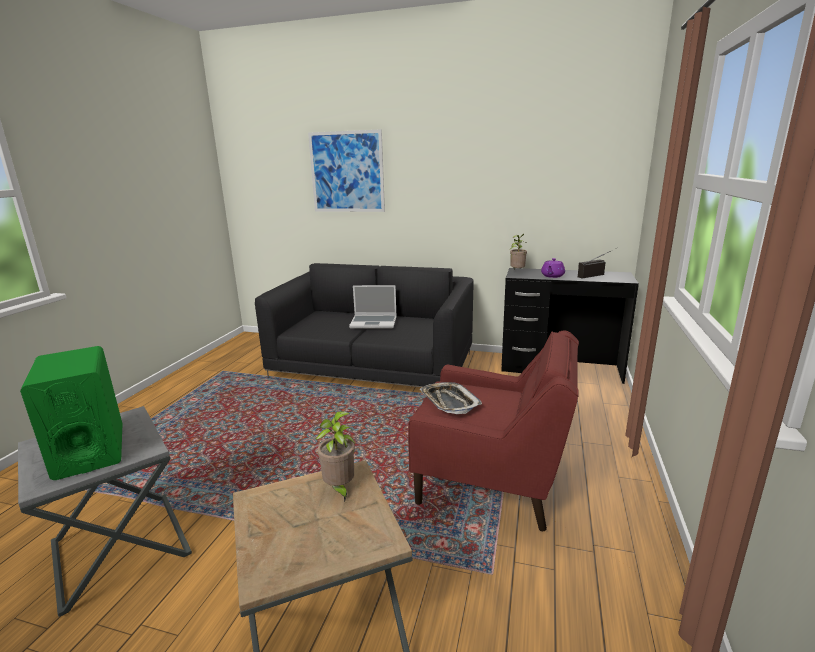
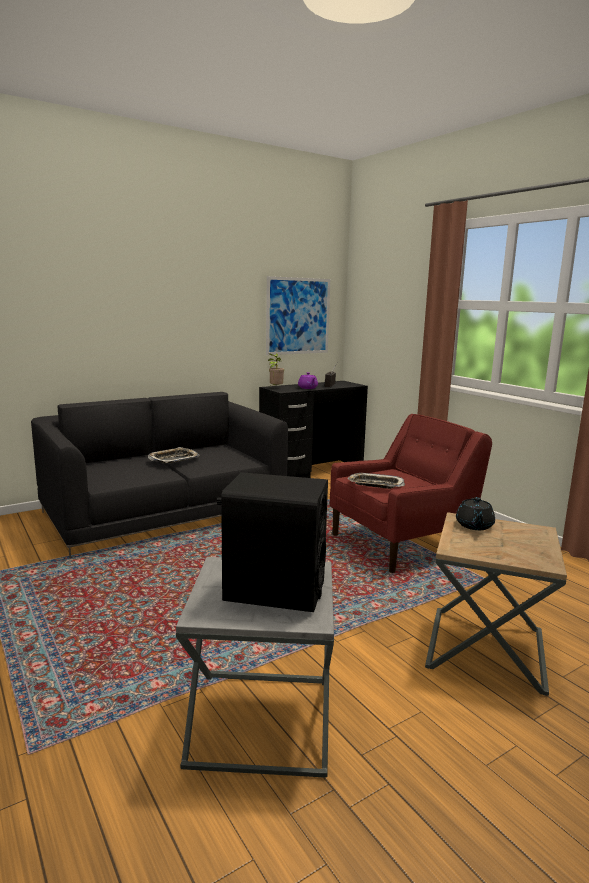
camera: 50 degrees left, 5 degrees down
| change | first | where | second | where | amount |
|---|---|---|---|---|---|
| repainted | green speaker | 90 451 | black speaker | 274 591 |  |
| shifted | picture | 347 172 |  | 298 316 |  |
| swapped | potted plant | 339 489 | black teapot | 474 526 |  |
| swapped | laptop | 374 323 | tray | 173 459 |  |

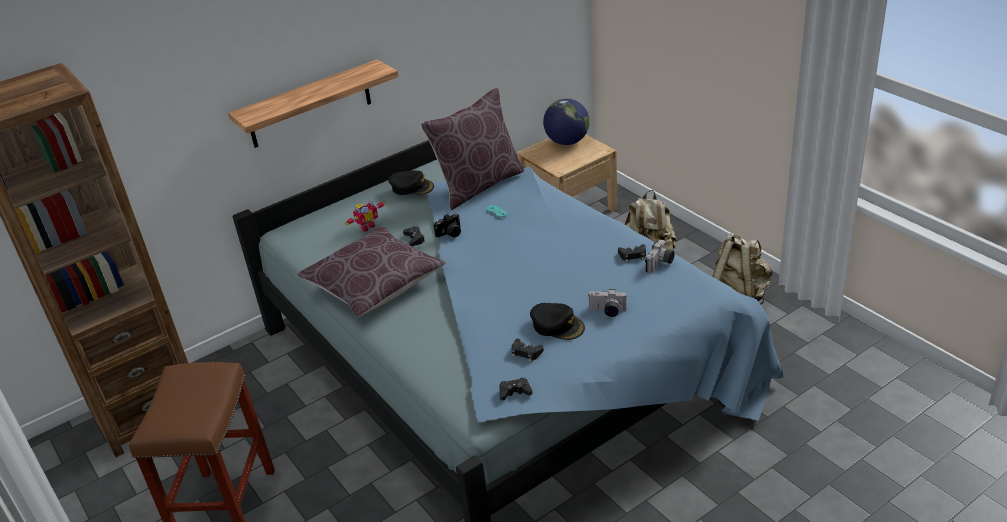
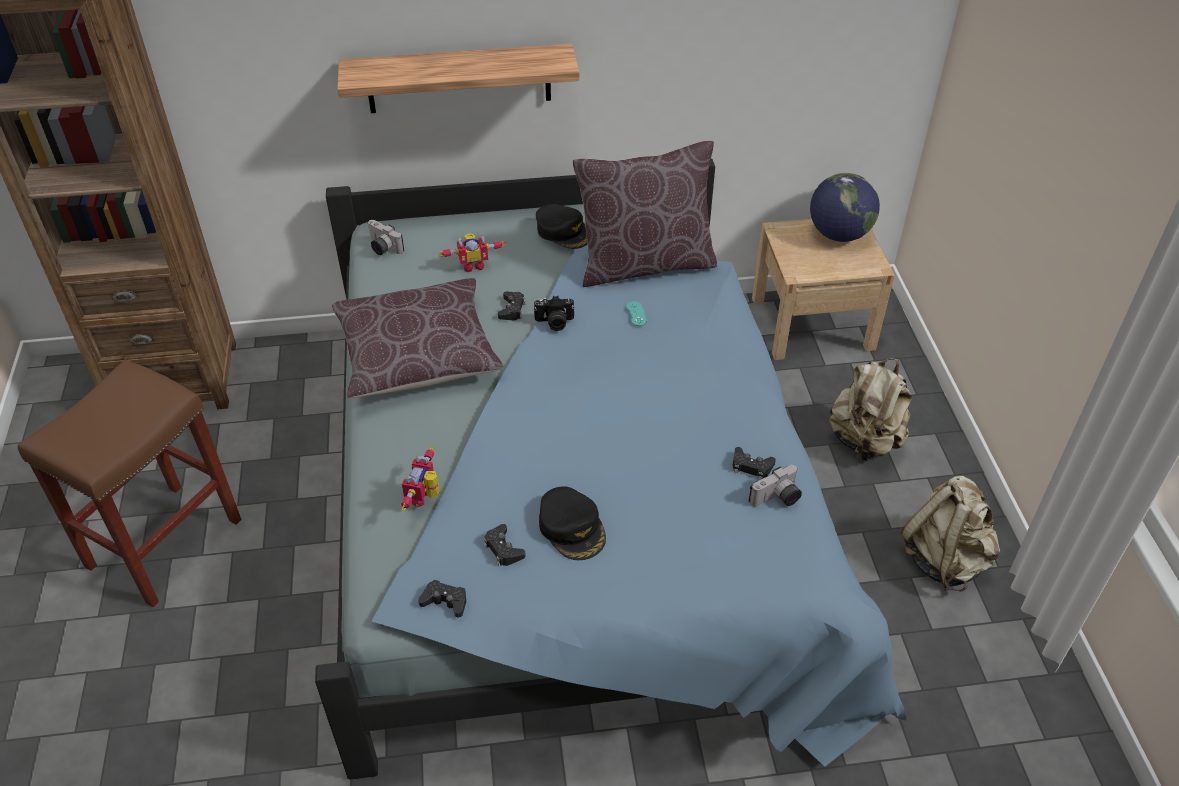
camera: 25 degrees right, 10 degrees up
| change | first | where | second | where | amount |
|---|---|---|---|---|---|
| shifted | photo camera | 607 311 |  | 382 248 |  |
| new |  |  | toy robot | 425 498 |  |

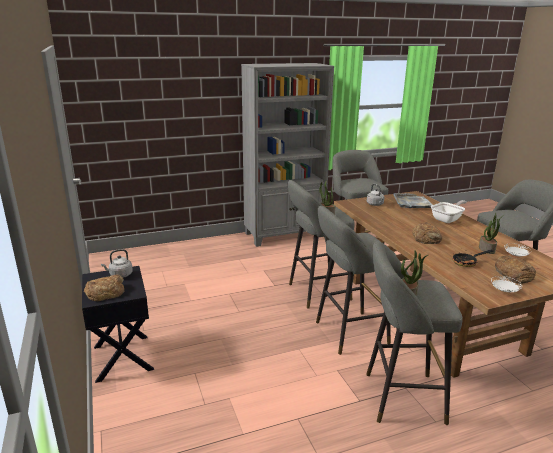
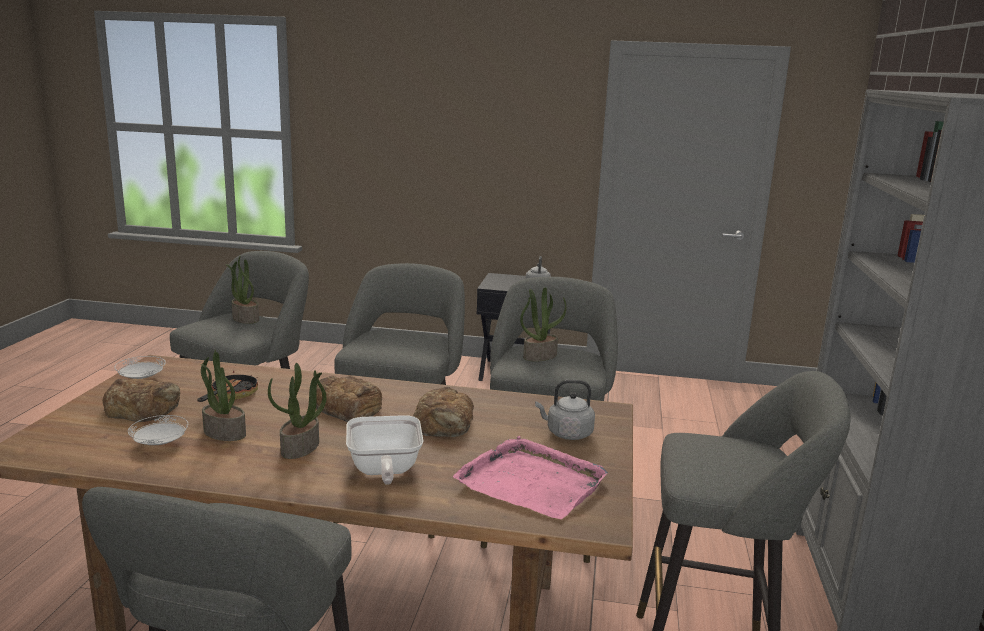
camera: 120 degrees right, 5 degrees down
| change | first | where | second | where | amount |
|---|---|---|---|---|---|
| shifted | bread | 105 292 |  | 444 422 |  |
| repainted | grey tray | 412 203 | pink tray | 532 482 |  |
| new |  |  | potted plant | 300 448 |  |

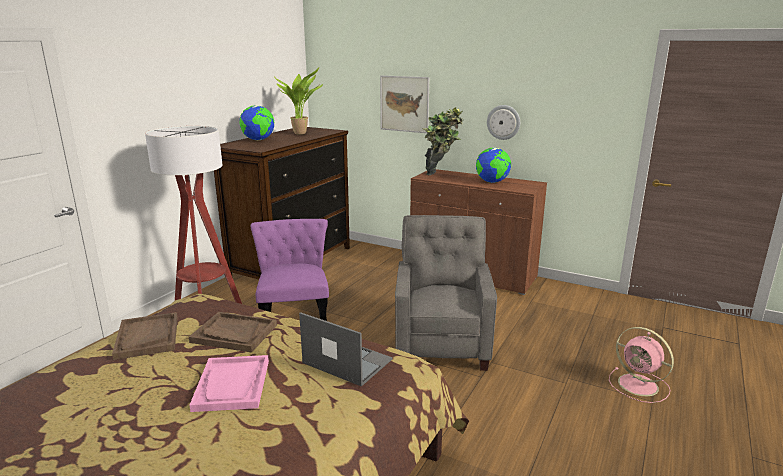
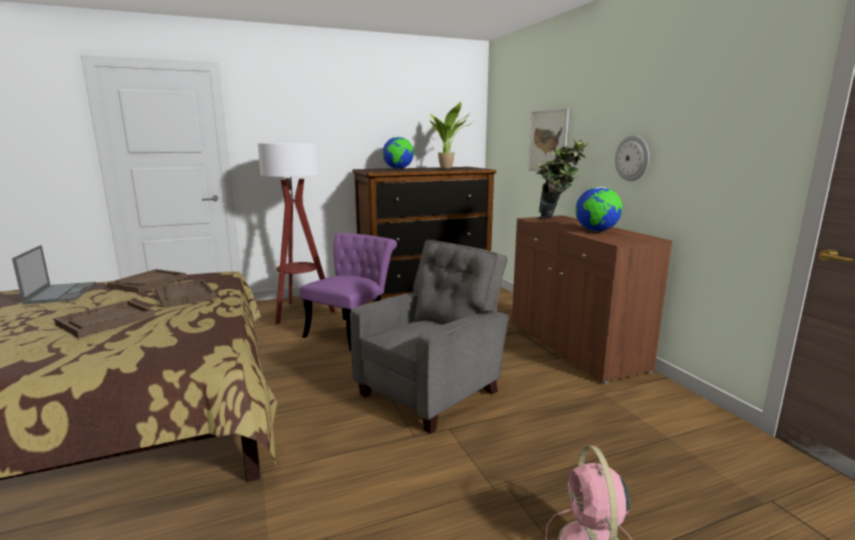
camera: 40 degrees right, 5 degrees down
| change | first | where | second | where | amount |
|---|---|---|---|---|---|
| repainted | pink tray | 232 385 | brown tray | 106 320 |  |
| shifted | laptop | 346 361 |  | 61 293 |  |

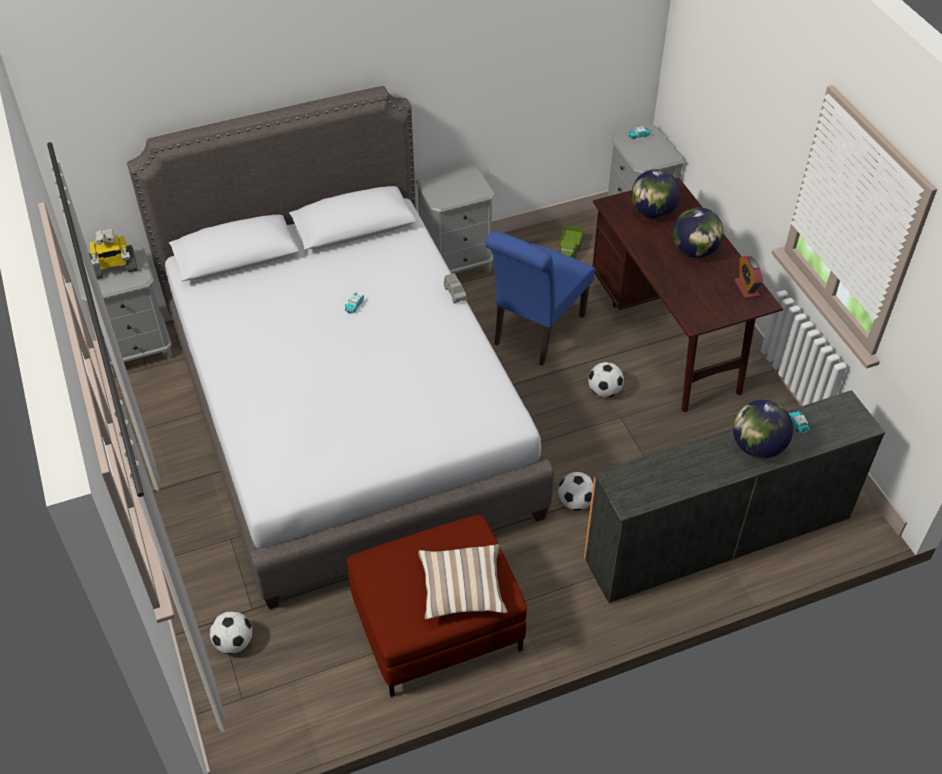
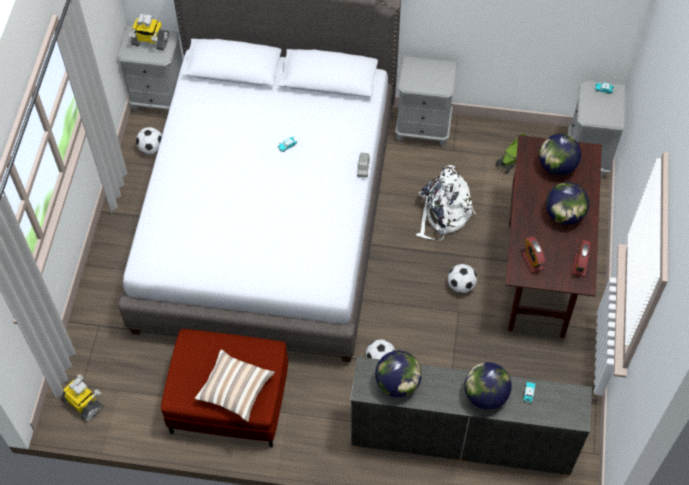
camera: 30 degrees right, 10 degrees up
| change | first | where | second | where | amount |
|---|---|---|---|---|---|
| shifted | football | 234 642 |  | 151 148 |  |
| swapped | blue chair | 535 333 | white backpack | 443 214 |  |
| new |  |  | toy robot | 83 404 |  |
| new |  |  | globe | 397 383 |  |
| new |  |  | alarm clock | 532 261 |  |

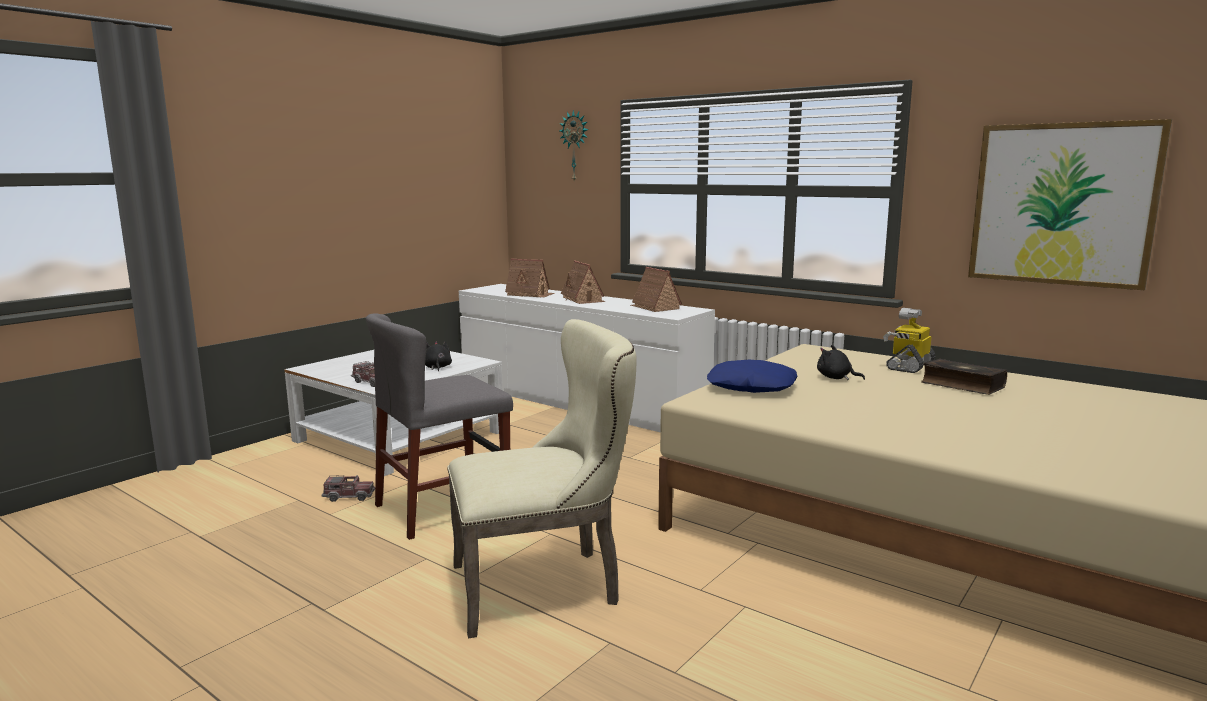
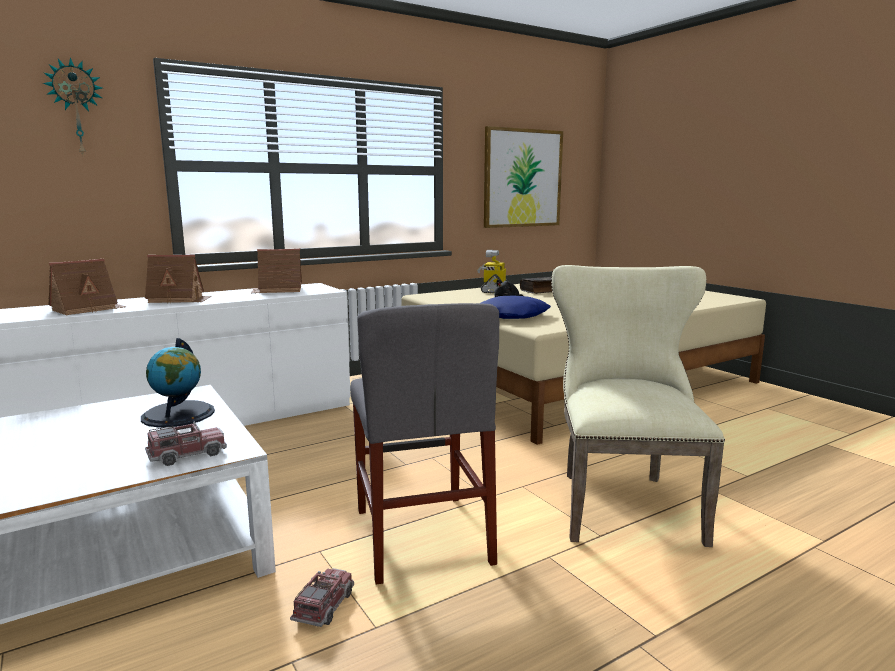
camera: 70 degrees left, 0 degrees up
| change | first | where | second | where | amount |
|---|---|---|---|---|---|
| swapped | black plush toy | 437 367 | globe | 178 414 |  |
| rotated | toy robot | 909 366 |  | 494 290 | 45 degrees clockwise |

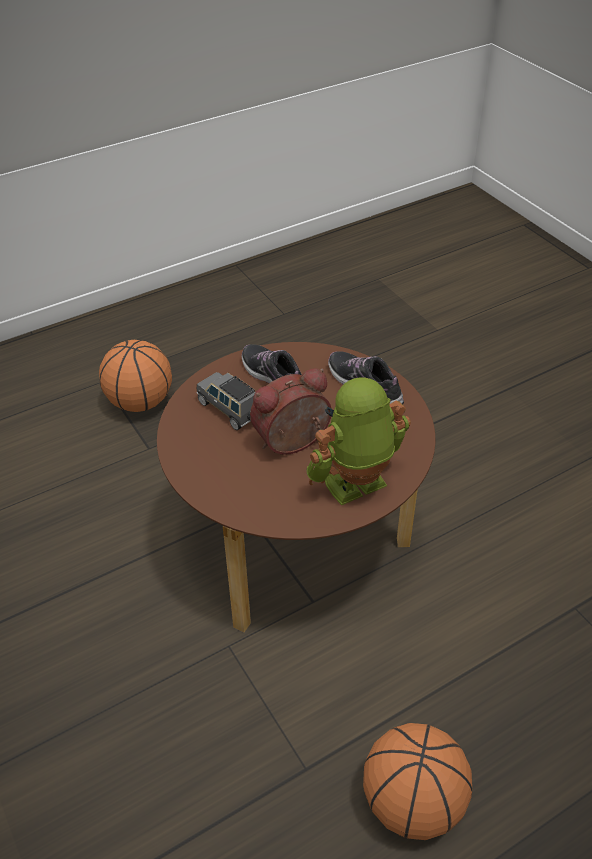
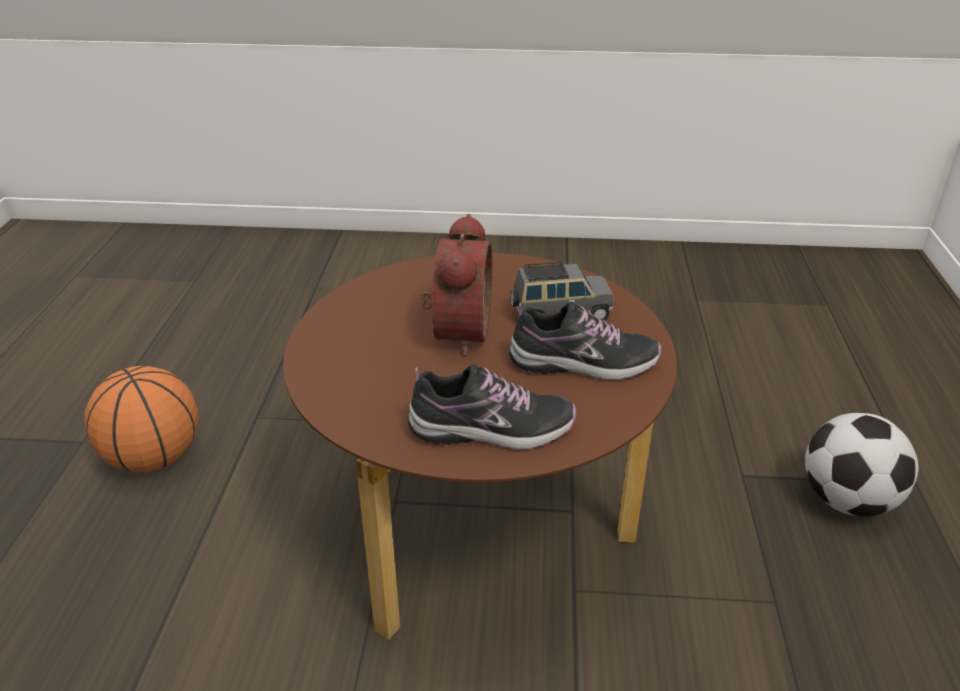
camera: 125 degrees right, 10 degrees down
| change | first | where | second | where | amount |
|---|---|---|---|---|---|
| swapped | basketball | 140 402 | football | 848 501 |  |
| gone | toy robot | 356 486 |  |  |  |

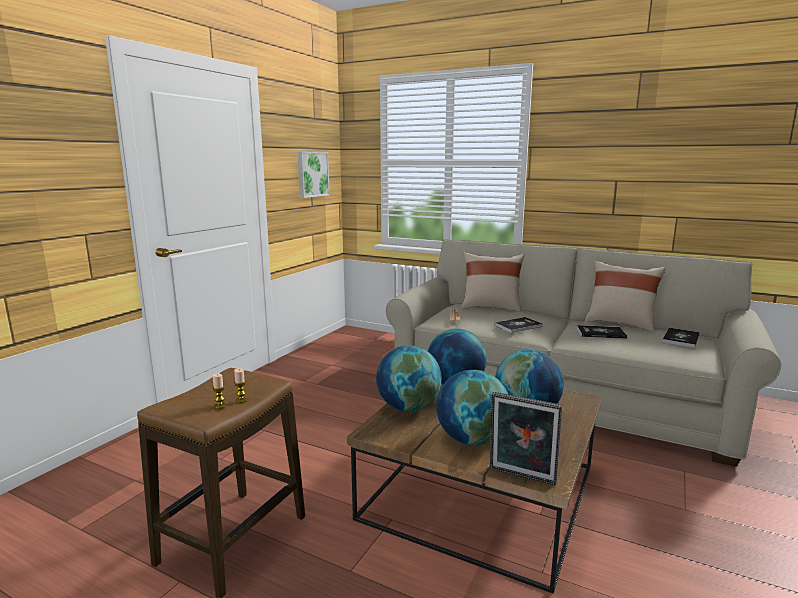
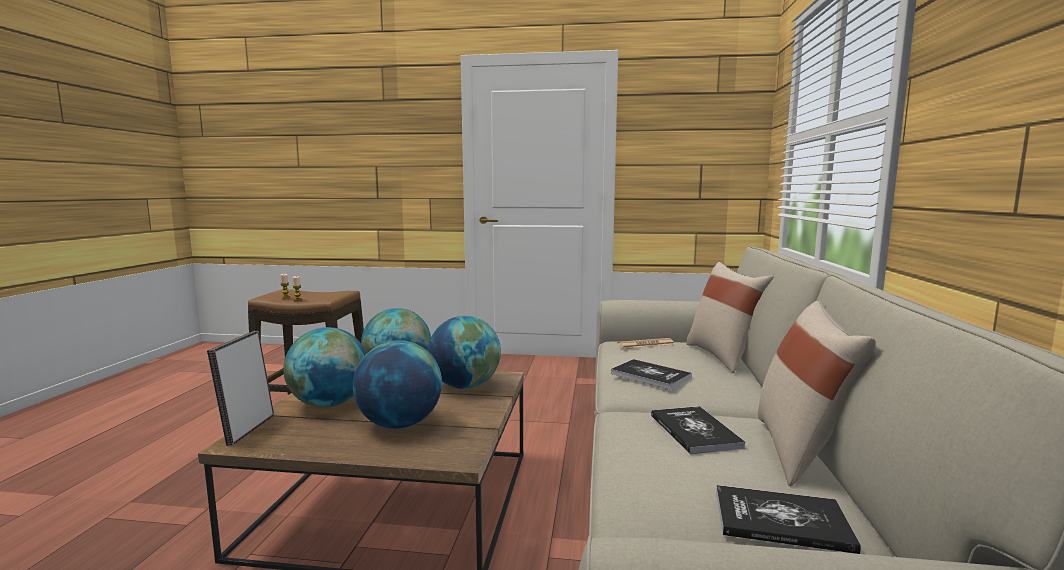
camera: 70 degrees right, 5 degrees down
| change | first | where | second | where | amount |
|---|---|---|---|---|---|
| gone | picture | 312 174 |  |  |  |

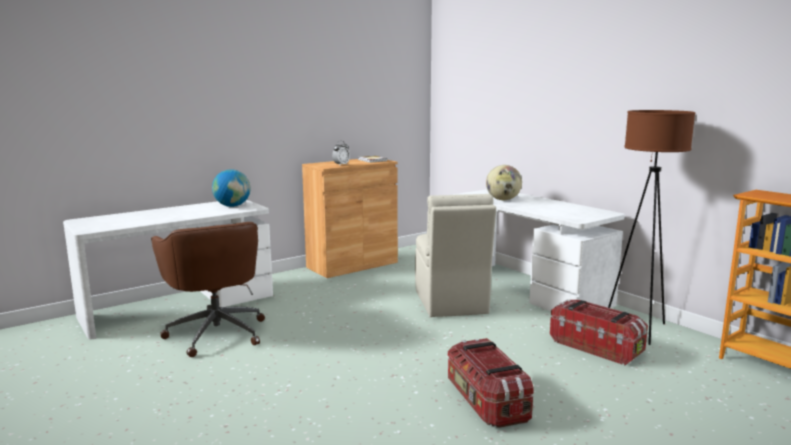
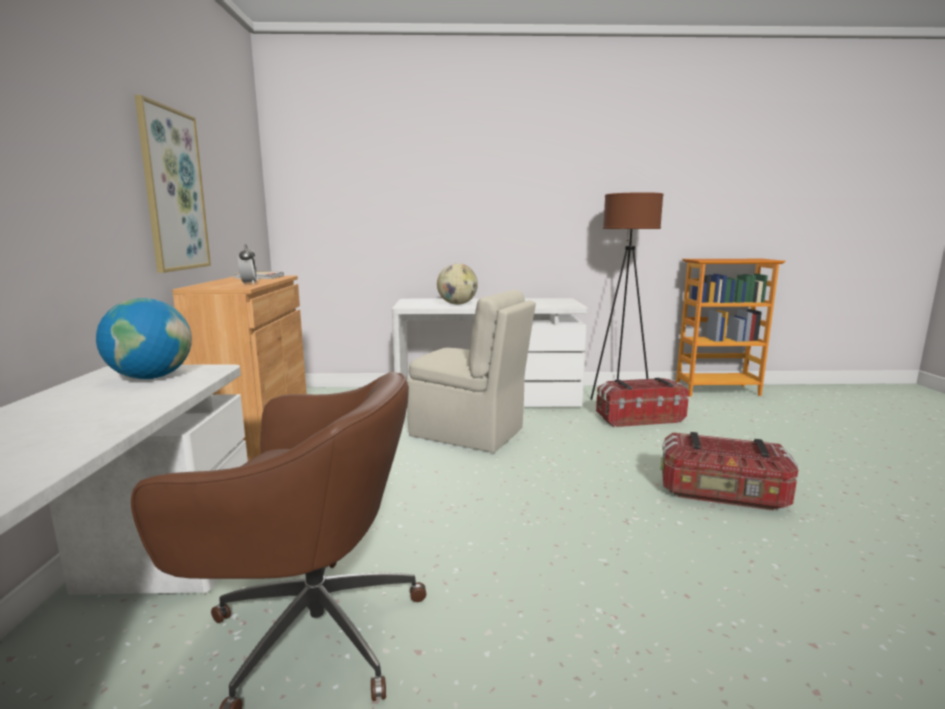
camera: 55 degrees left, 0 degrees up
| change | first | where | second | where | amount |
|---|---|---|---|---|---|
| new |  |  | picture | 173 190 |  |

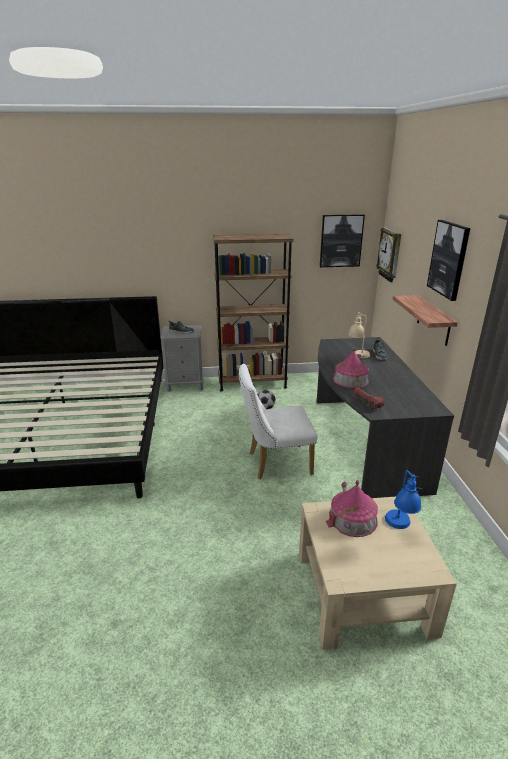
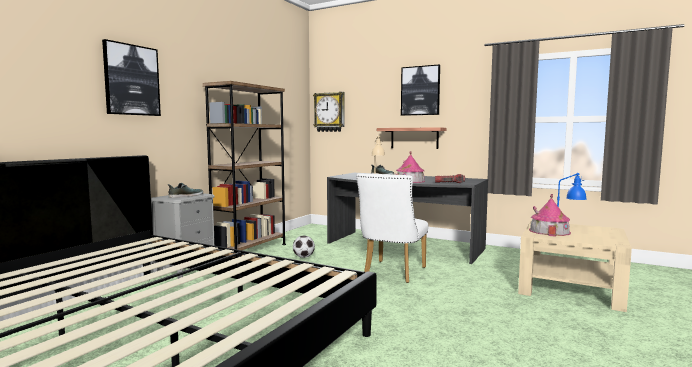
camera: 55 degrees left, 20 degrees down
| change | first | where | second | where | amount |
|---|---|---|---|---|---|
| shifted | picture | 341 241 |  | 131 80 |  |

